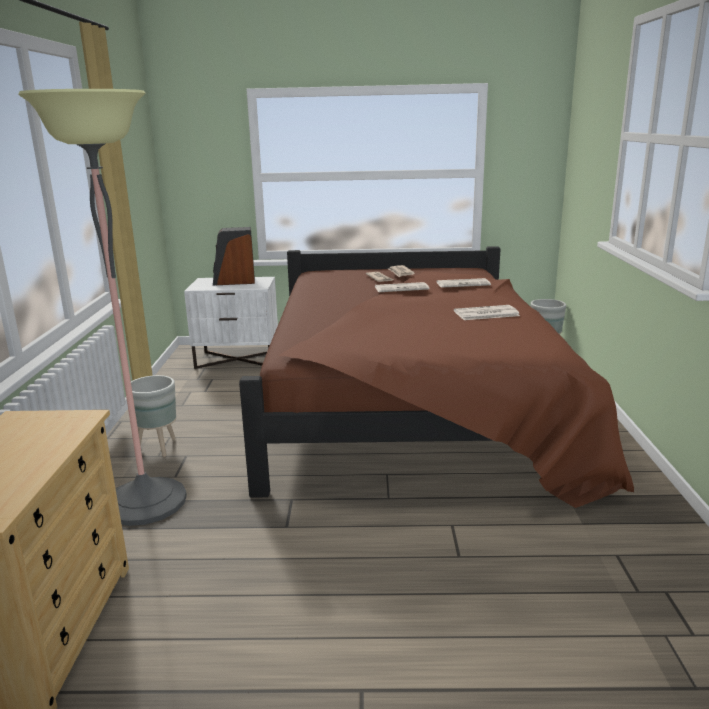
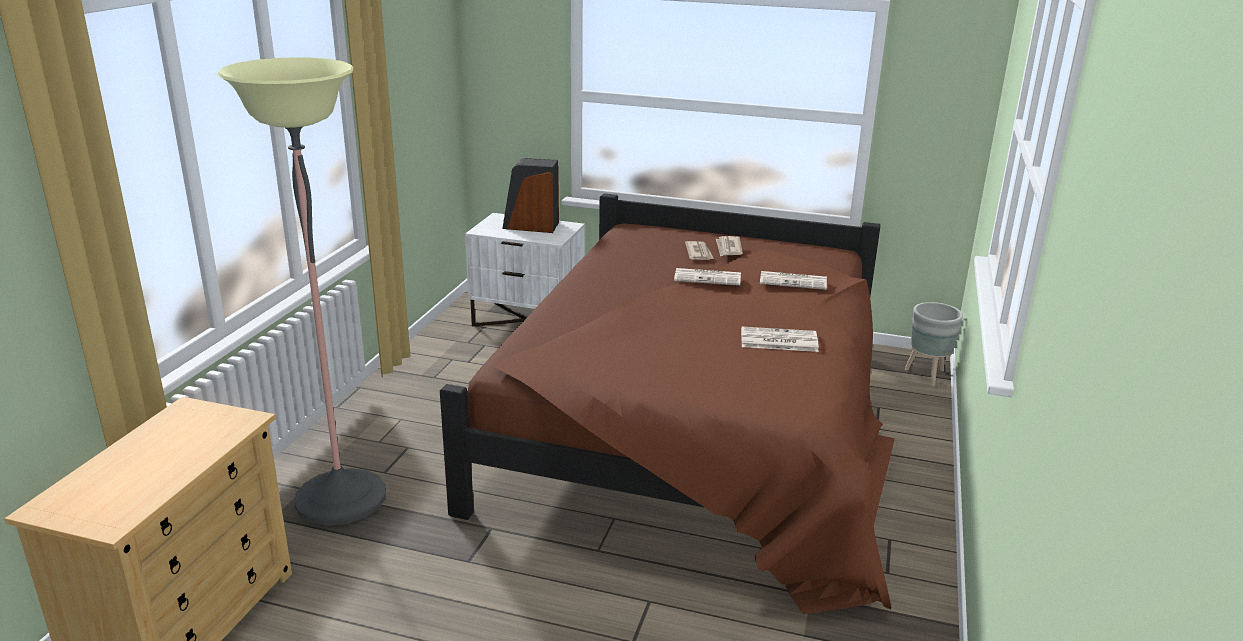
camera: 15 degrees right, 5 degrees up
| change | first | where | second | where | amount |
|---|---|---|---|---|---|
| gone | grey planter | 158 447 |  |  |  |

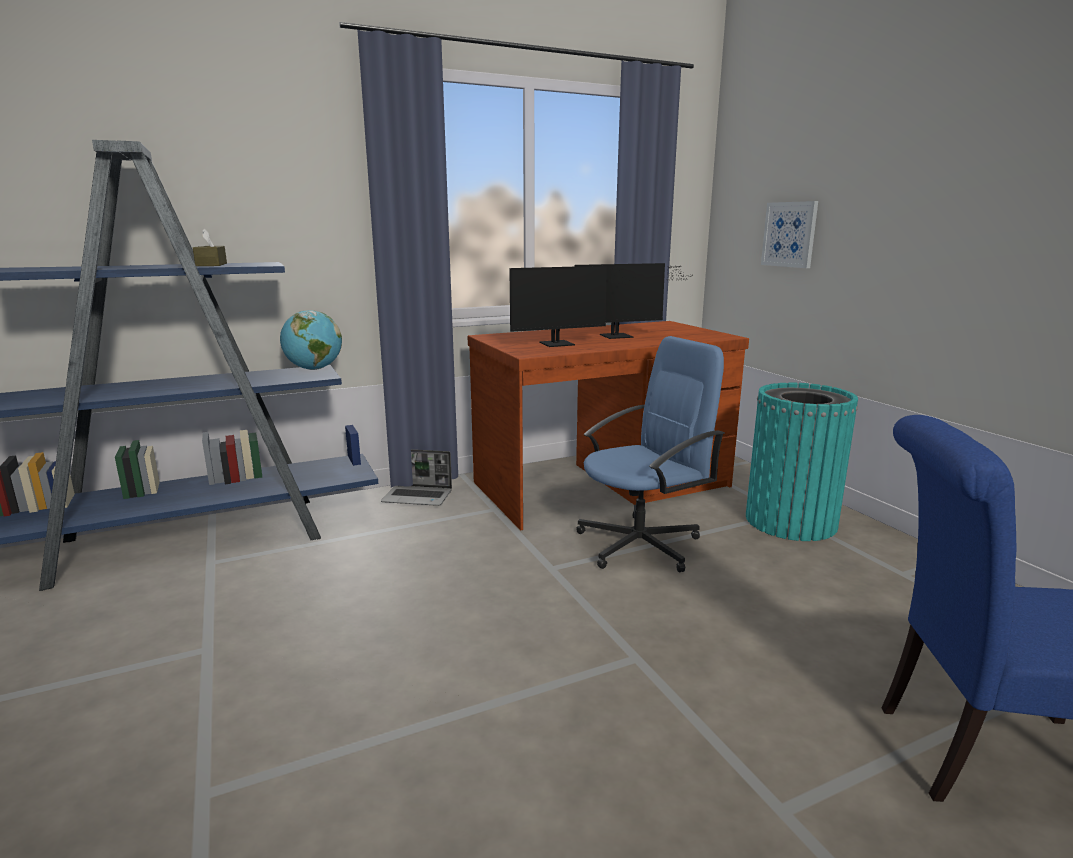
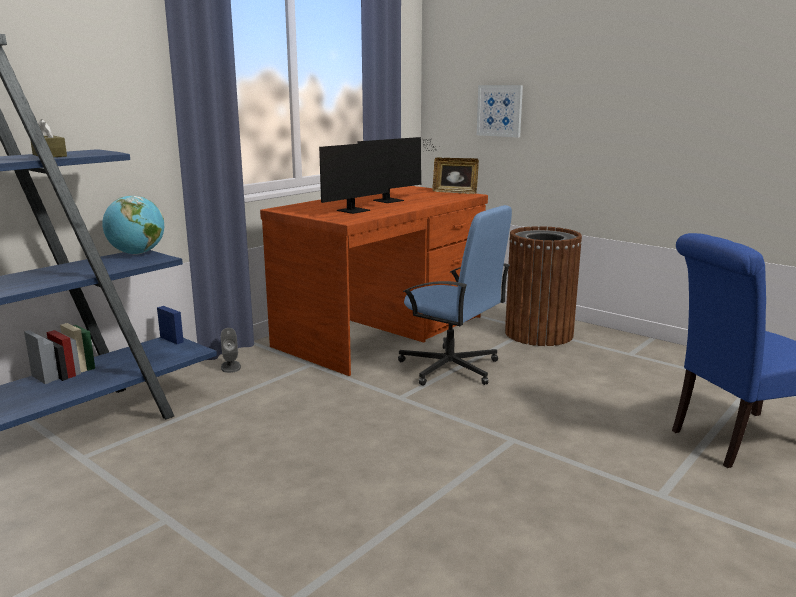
camera: 25 degrees left, 0 degrees up
| change | first | where | second | where | amount |
|---|---|---|---|---|---|
| swapped | laptop | 418 497 | grey speaker | 230 367 |  |
| rotated | blue office chair | 641 544 |  | 451 368 | 90 degrees clockwise |
| repainted | turquoise trash can | 790 521 | brown trash can | 538 334 |  |
| new |  |  | picture frame | 455 192 |  |

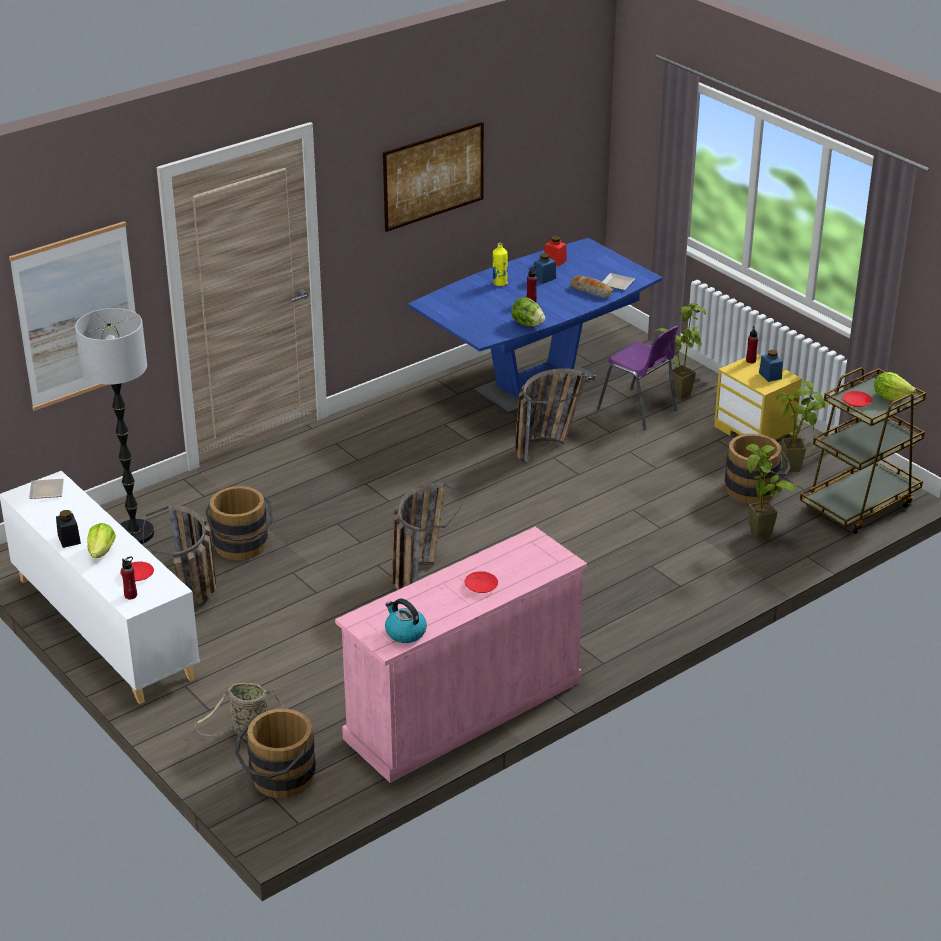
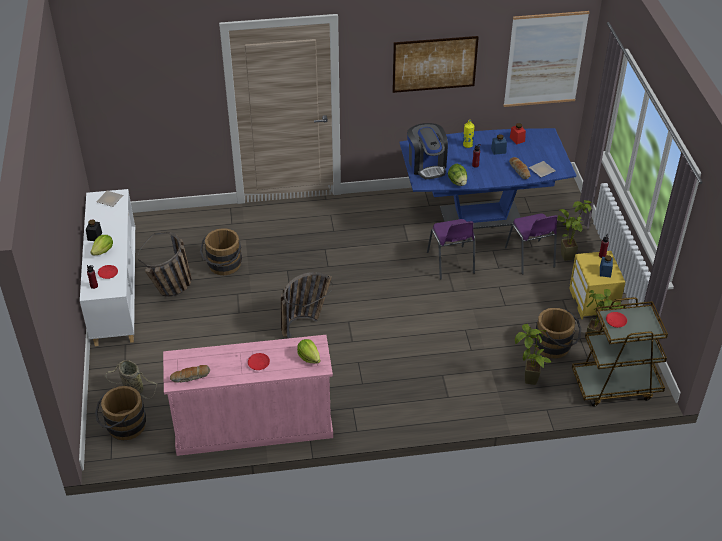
camera: 30 degrees right, 10 degrees up
| change | first | where | second | where | amount |
|---|---|---|---|---|---|
| shifted | picture | 78 316 |  | 544 59 |  |
| gone | floor lamp | 134 534 |  |  |  |
| swapped | kettle | 405 632 | bread | 190 377 |  |
| swapped | basket | 547 446 | purple chair | 451 263 |  |
| shifted | lettuce | 890 397 |  | 309 357 |  |
| new |  |  | coffee machine | 427 165 |  |

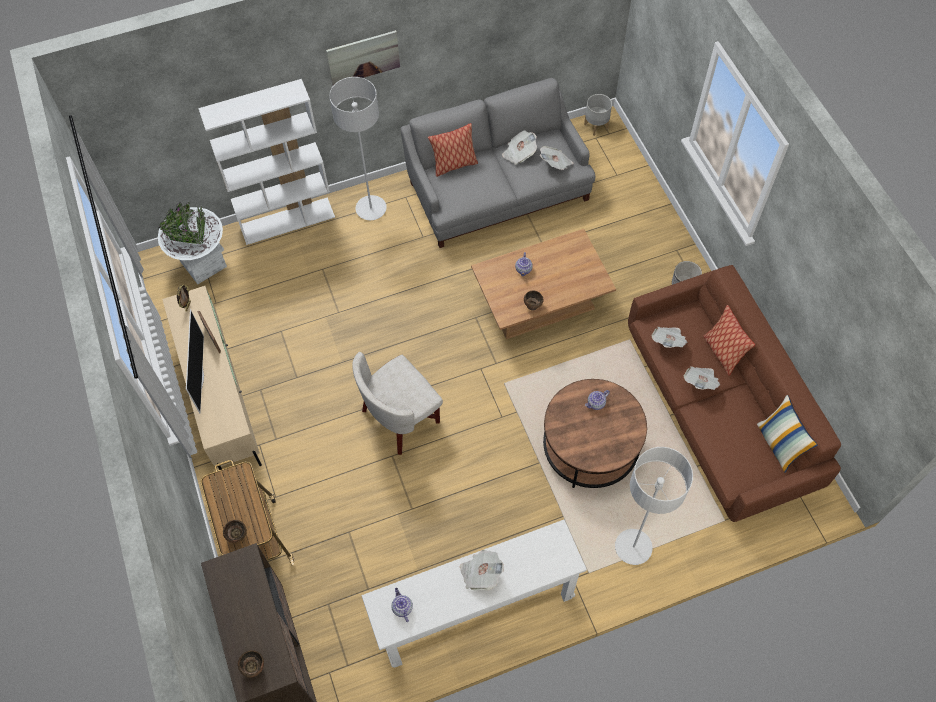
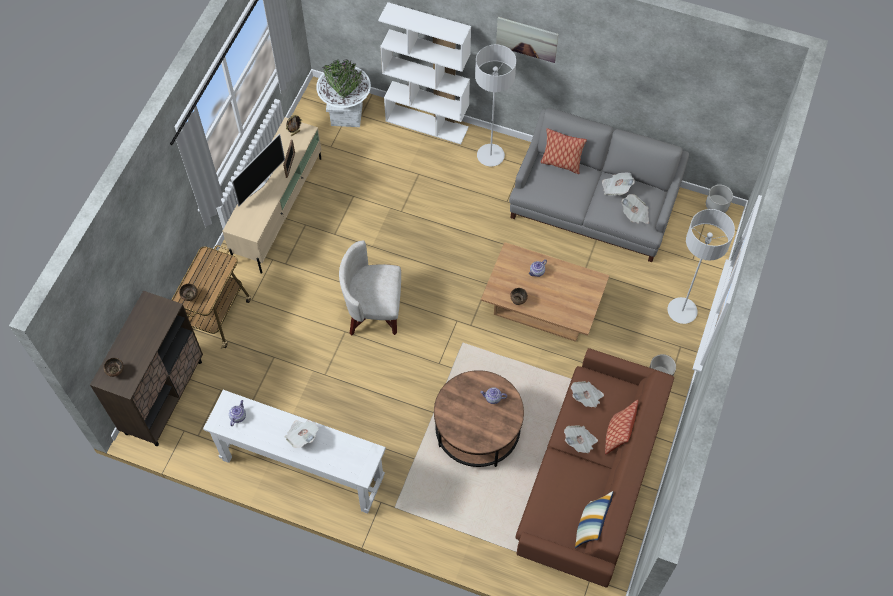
camera: 40 degrees right, 0 degrees up
| change | first | where | second | where | amount |
|---|---|---|---|---|---|
| shifted | grey floor lamp | 633 547 |  | 682 311 |  |

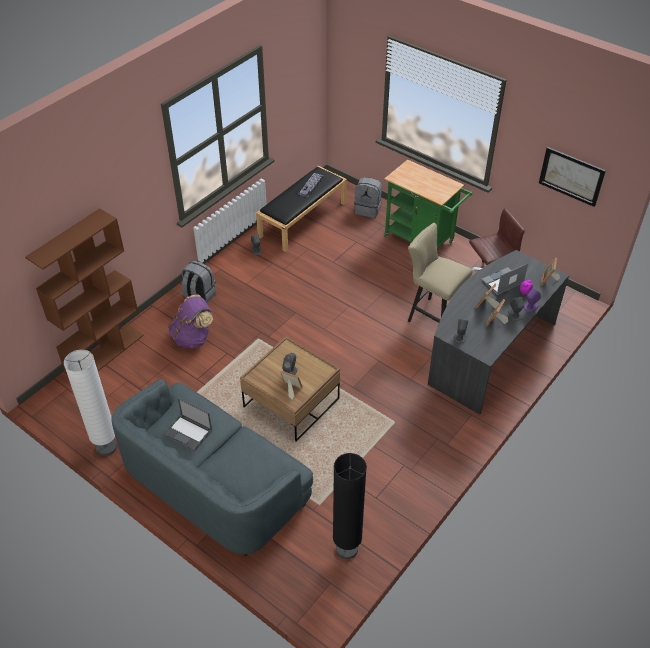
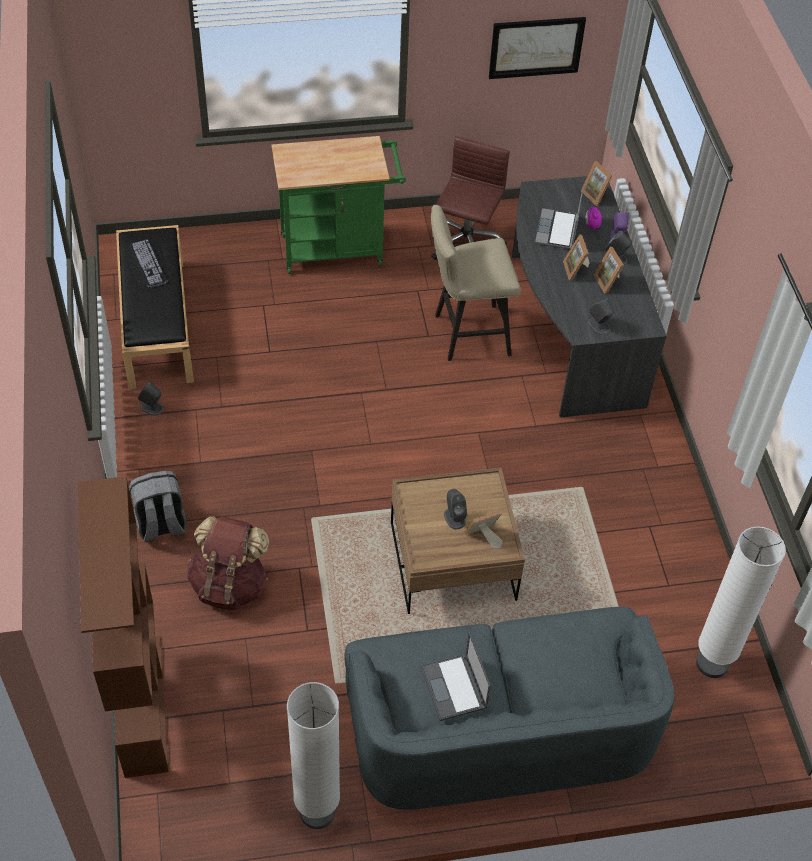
camera: 50 degrees left, 5 degrees up
| change | first | where | second | where | amount |
|---|---|---|---|---|---|
| rotated | laptop | 188 433 |  | 454 688 | 90 degrees clockwise |
| repainted | purple backpack | 193 338 | brown backpack | 230 584 |  |
| repainted | black floor lamp | 347 549 | white floor lamp | 712 663 |  |
| gone | grey backpack | 368 209 |  |  |  |

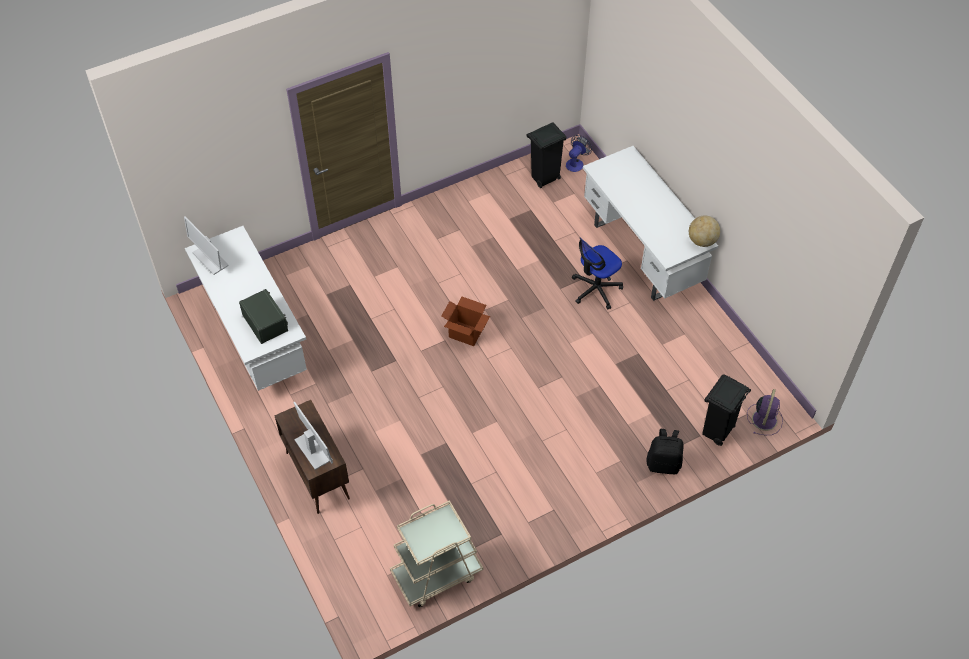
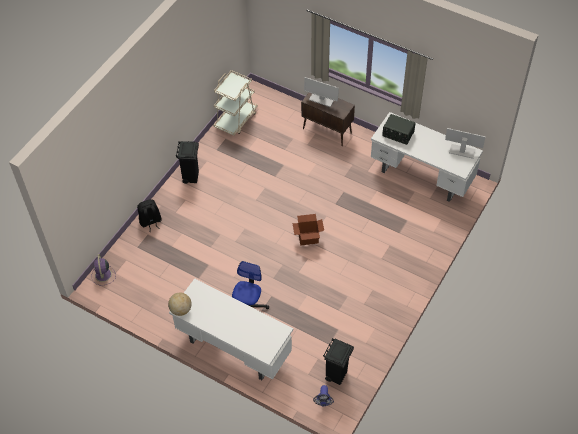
camera: 150 degrees right, 0 degrees up
| change | first | where | second | where | amount |
|---|---|---|---|---|---|
| shifted | black trash can | 717 432 |  | 191 177 |  |

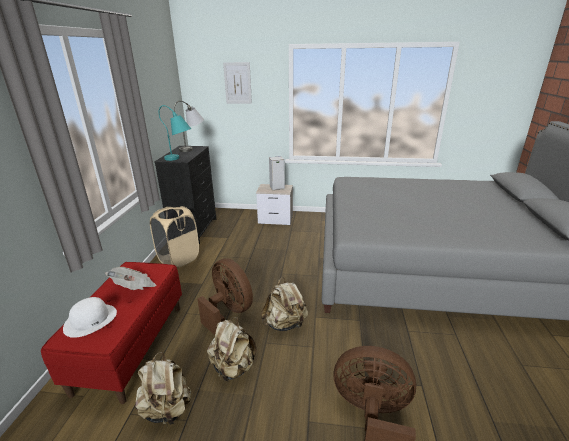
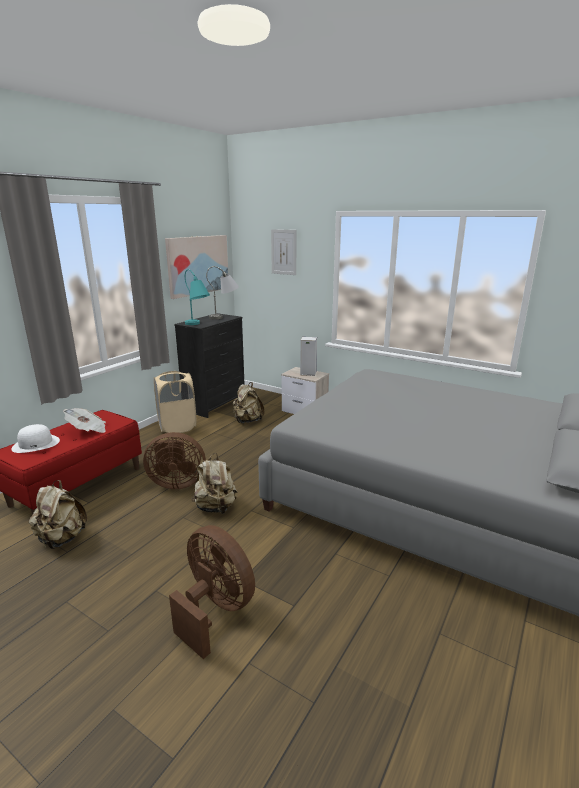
camera: 25 degrees right, 5 degrees down
| change | first | where | second | where | amount |
|---|---|---|---|---|---|
| rotated | brown fan | 228 312 |  | 176 483 | 105 degrees clockwise |
| shifted | beige backpack | 233 368 |  | 247 421 |  |
| new |  |  | picture | 198 265 |  |

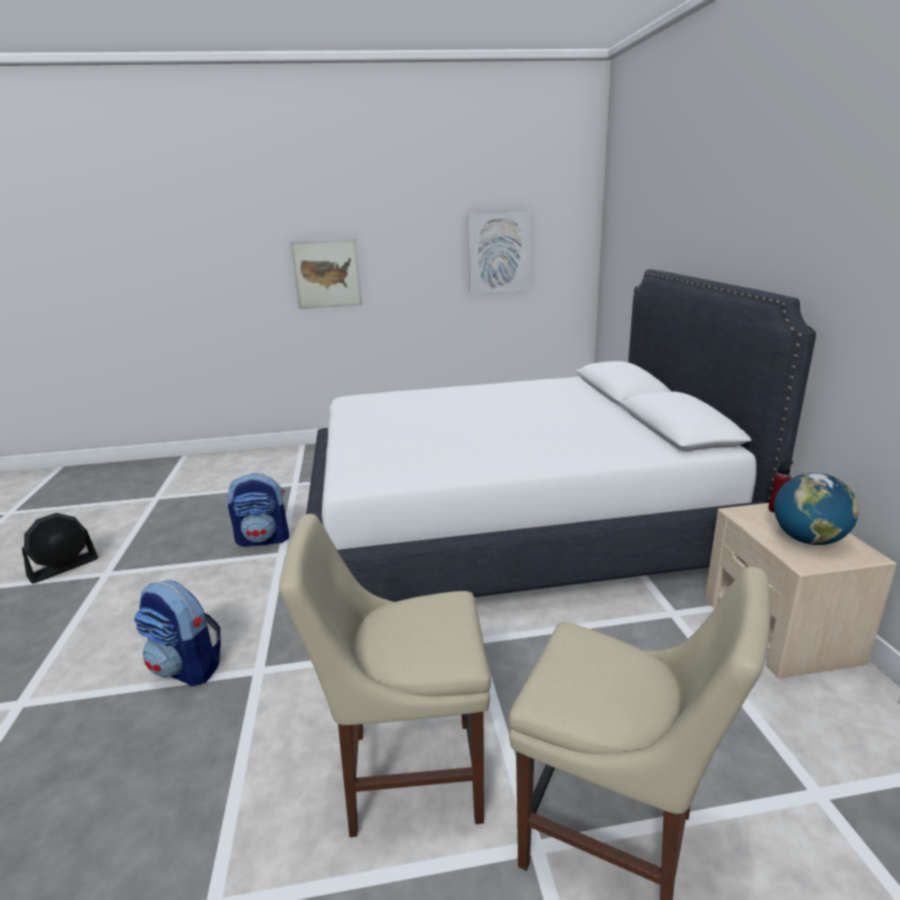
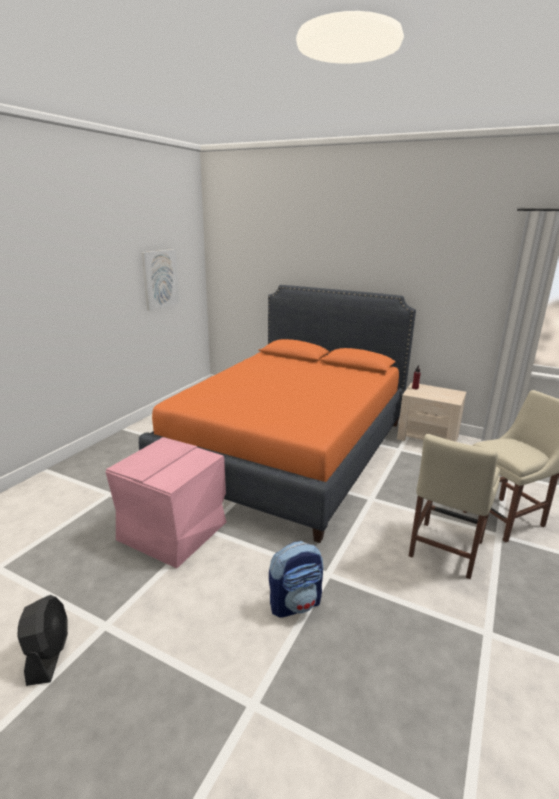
camera: 55 degrees left, 0 degrees up
| change | first | where | second | where | amount |
|---|---|---|---|---|---|
| swapped | backpack | 264 539 | pink storage box | 174 530 |  |
| gone | picture | 327 274 |  |  |  |
| repainted | white bed | 512 528 | orange bed | 289 450 |  |
| gone | globe | 807 539 |  |  |  |

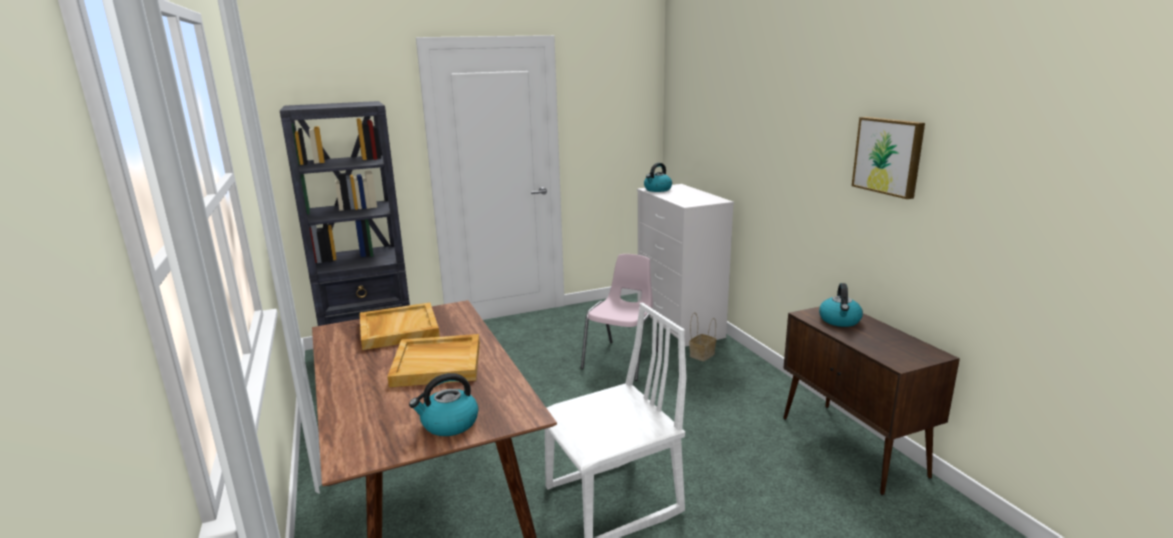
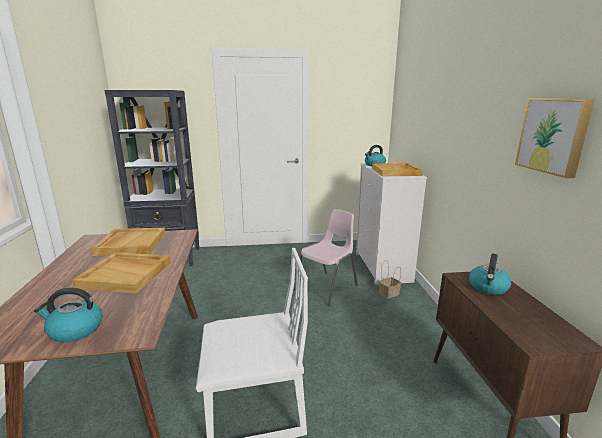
camera: 15 degrees right, 0 degrees up
| change | first | where | second | where | amount |
|---|---|---|---|---|---|
| new |  |  | beige tray | 396 172 |  |

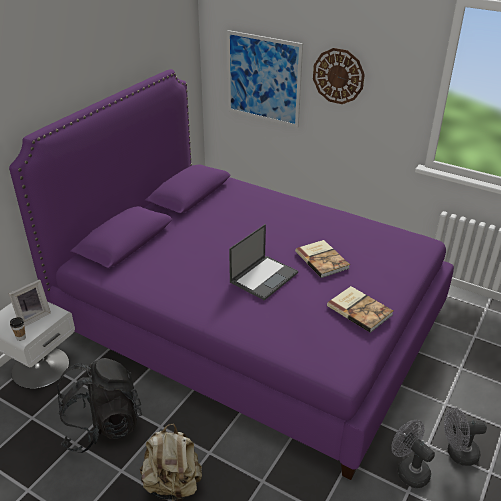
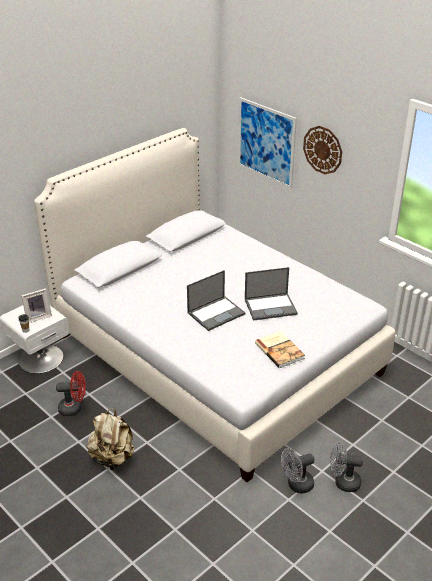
camera: 15 degrees right, 0 degrees up
| change | first | where | second | where | amount |
|---|---|---|---|---|---|
| repainted | purple bed | 249 324 | white bed | 215 354 |  |
| swapped | black backpack | 102 425 | red fan | 74 408 |  |
| swapped | book | 322 259 | laptop | 271 306 |  |
| rotated | grey fan | 408 470 |  | 296 485 | 90 degrees counterclockwise |

